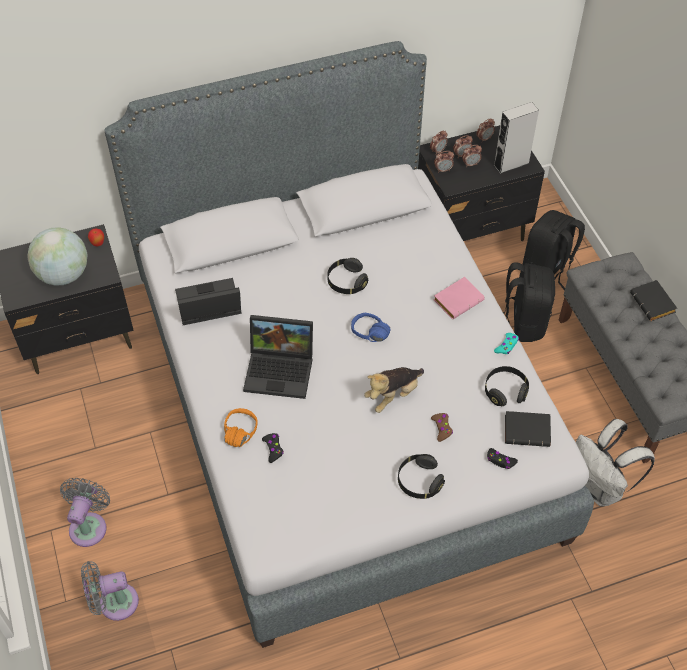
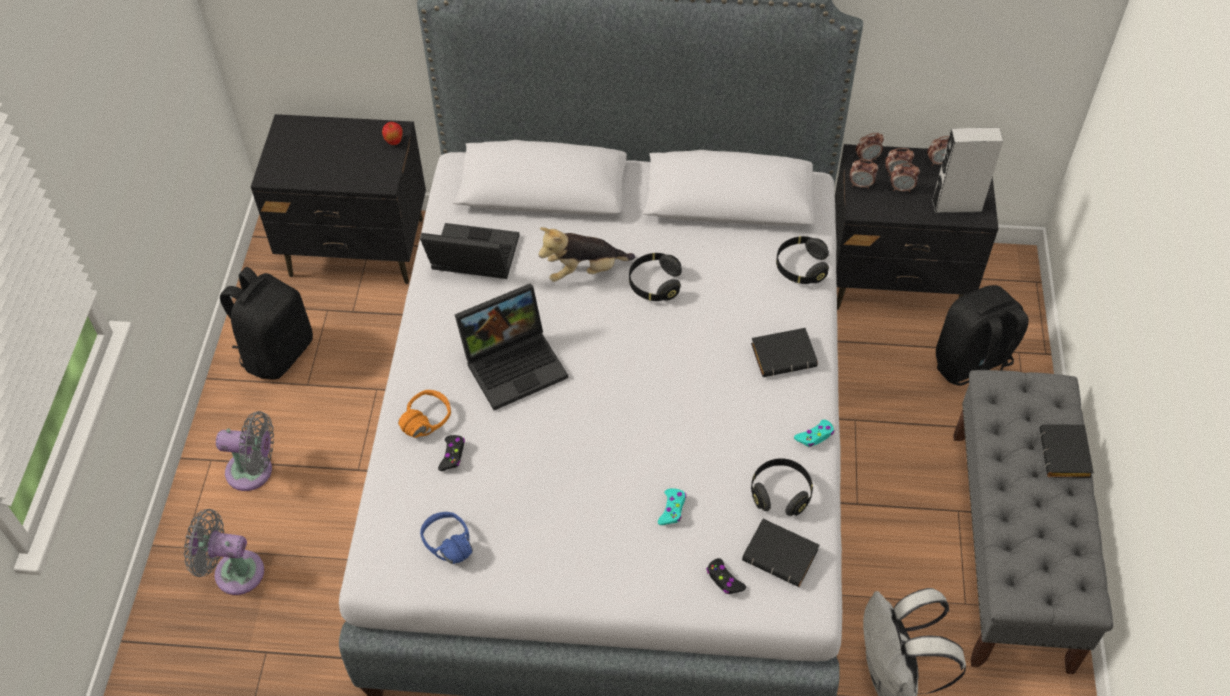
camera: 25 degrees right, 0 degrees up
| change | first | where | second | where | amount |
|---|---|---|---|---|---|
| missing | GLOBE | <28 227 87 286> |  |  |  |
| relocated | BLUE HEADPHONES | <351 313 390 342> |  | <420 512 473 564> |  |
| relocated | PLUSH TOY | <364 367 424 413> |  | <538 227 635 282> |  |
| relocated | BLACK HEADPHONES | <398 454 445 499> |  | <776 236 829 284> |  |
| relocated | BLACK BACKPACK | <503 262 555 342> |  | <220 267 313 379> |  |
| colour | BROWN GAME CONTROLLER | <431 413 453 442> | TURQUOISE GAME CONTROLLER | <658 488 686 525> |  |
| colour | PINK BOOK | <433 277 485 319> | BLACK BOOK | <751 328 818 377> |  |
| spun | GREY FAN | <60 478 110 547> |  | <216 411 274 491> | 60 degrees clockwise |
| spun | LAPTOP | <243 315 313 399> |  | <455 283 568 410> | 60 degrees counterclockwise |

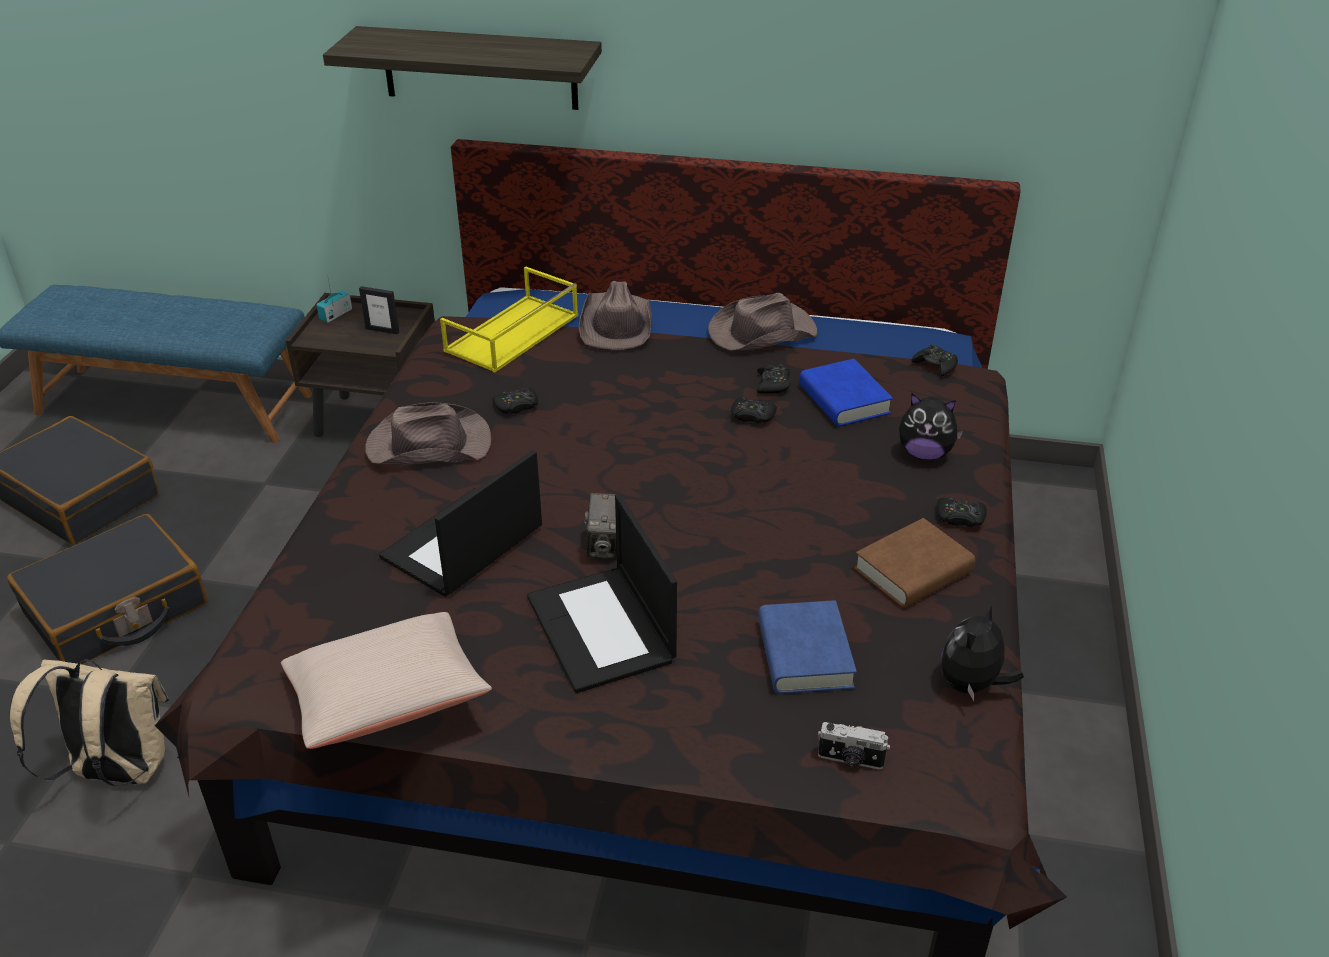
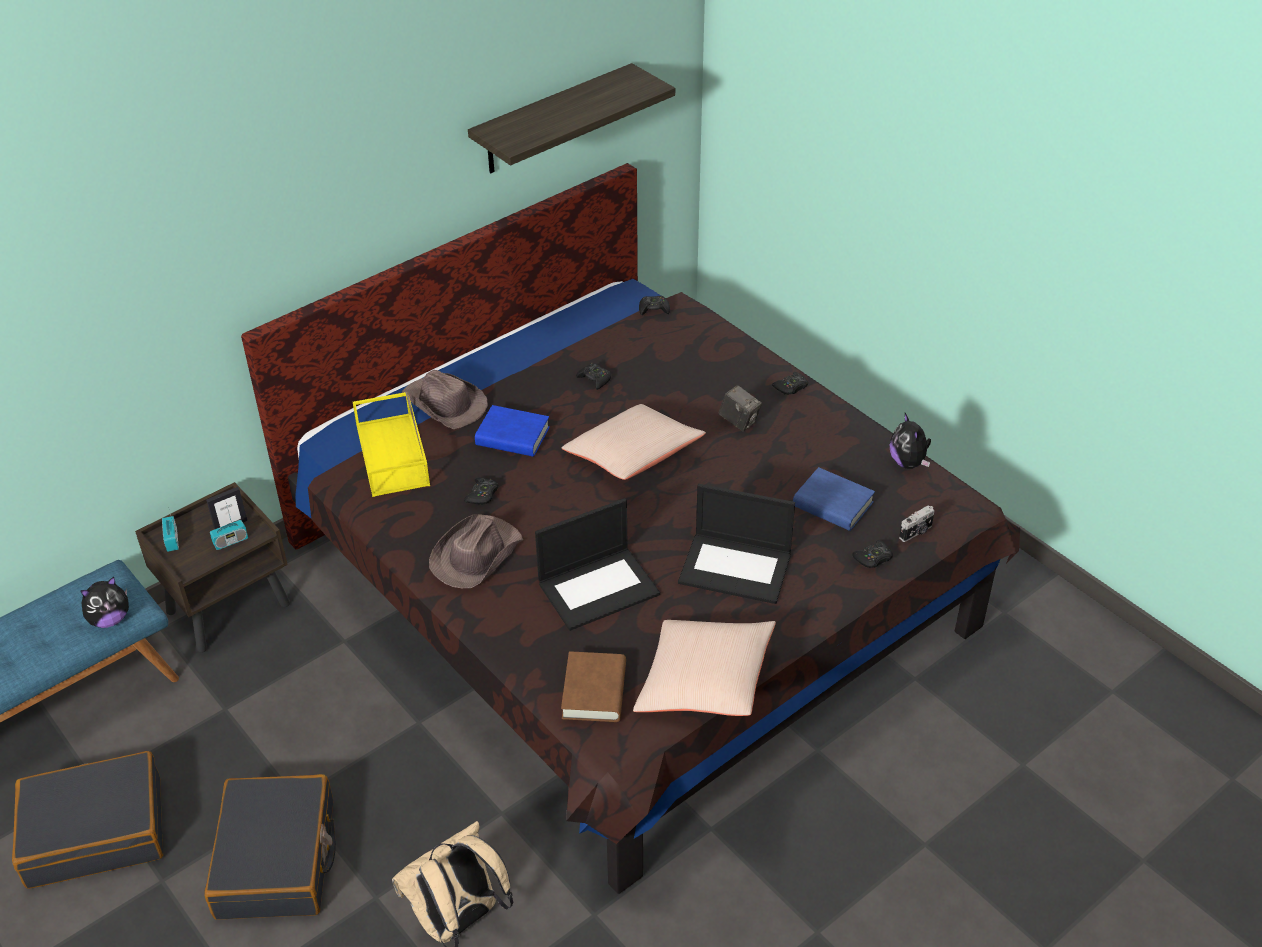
camera: 50 degrees left, 5 degrees up
| change | first | where | second | where | amount |
|---|---|---|---|---|---|
| missing | BROWN HAT | <708 293 817 350> |  |  |  |
| appeared |  |  | RADIO | <210 499 248 550> |  |
| appeared |  |  | BEIGE PILLOW | <562 404 706 480> |  |
| relocated | SHELF | <323 26 602 110> |  | <468 63 675 173> |  |
| relocated | PHOTO CAMERA | <584 493 617 559> |  | <718 385 762 431> |  |
| relocated | BLACK GAME CONTROLLER | <731 397 777 424> |  | <852 540 893 568> |  |
| relocated | BLUE BOOK | <799 359 893 426> |  | <475 405 550 457> |  |
| relocated | BROWN BOOK | <854 518 975 608> |  | <561 651 626 722> |  |
| relocated | PLUSH TOY | <899 393 964 460> |  | <80 577 129 628> |  |
| spun | LAPTOP | <379 450 542 597> |  | <535 498 660 631> | 105 degrees counterclockwise |

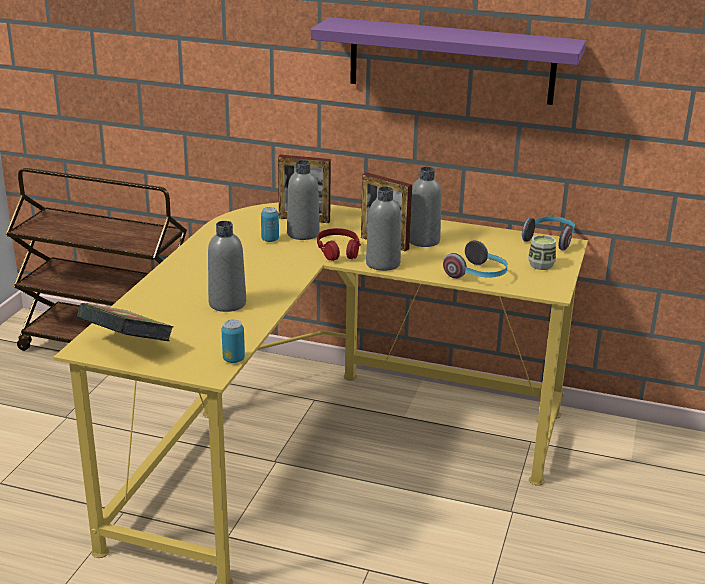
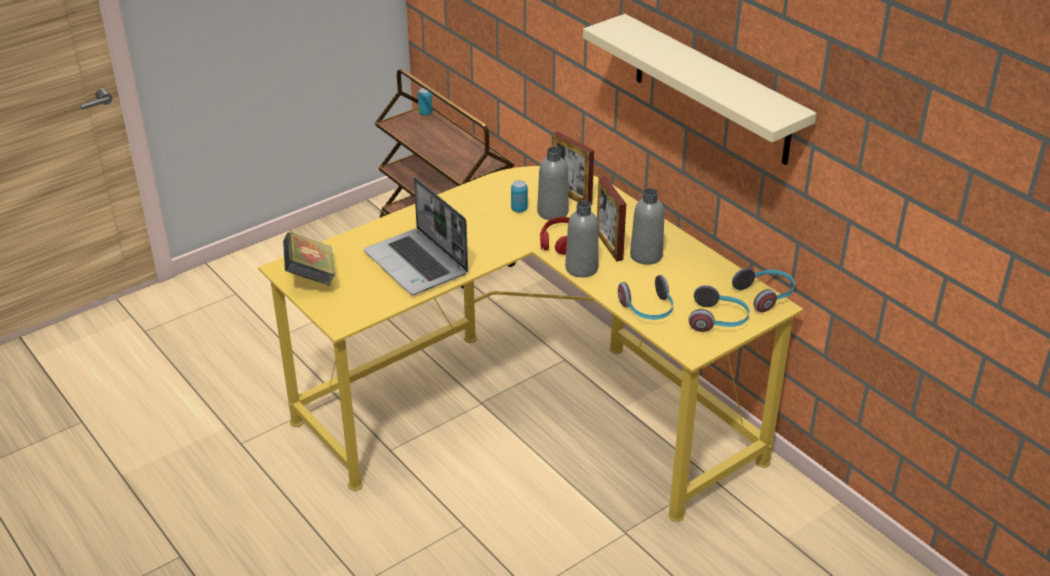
camera: 35 degrees right, 10 degrees up
| change | first | where | second | where | amount |
|---|---|---|---|---|---|
| relocated | CAN | <222 320 245 363> |  | <418 88 432 115> |  |
| exchanged | GREY BOTTLE | <208 221 246 312> | LAPTOP | <364 177 468 295> |  |
| exchanged | CUP | <528 235 556 270> | HEADPHONES | <688 285 749 332> |  |
| colour | PURPLE SHELF | <311 17 586 105> | BEIGE SHELF | <583 14 817 165> |  |

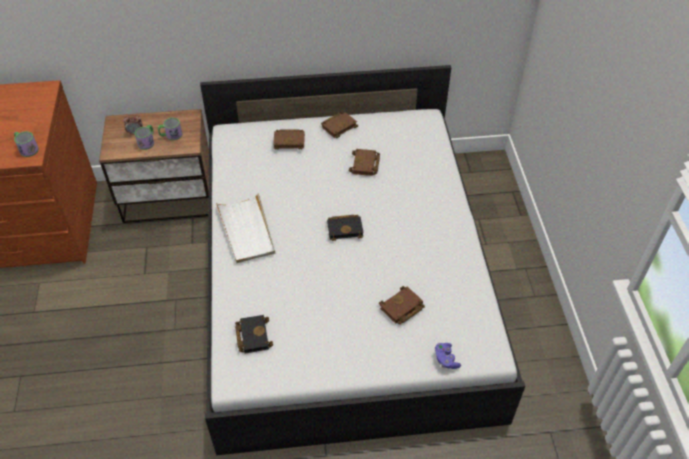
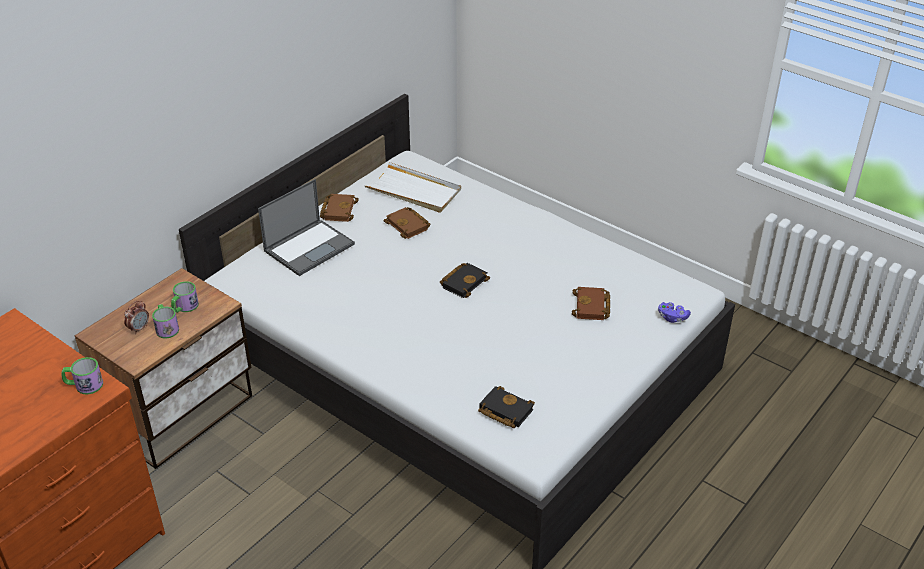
camera: 45 degrees left, 10 degrees down
| change | first | where | second | where | amount |
|---|---|---|---|---|---|
| relocated | WHITE TRAY | <216 193 275 263> |  | <364 162 461 213> |  |
| exchanged | BROWN BOOK | <273 129 305 150> | LAPTOP | <258 179 355 276> |  |

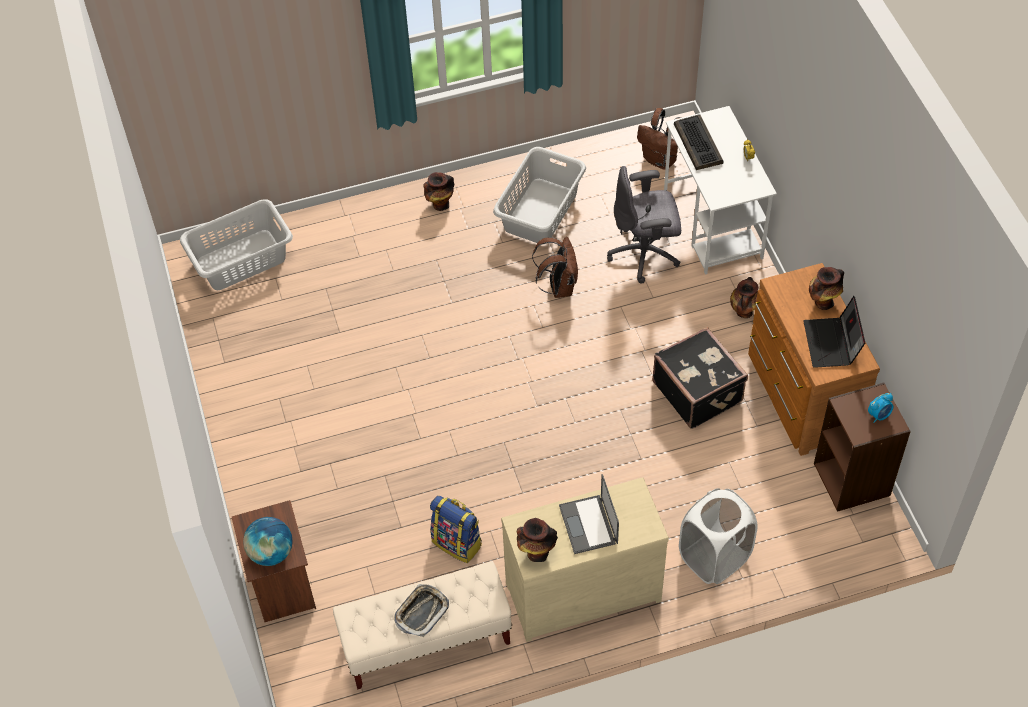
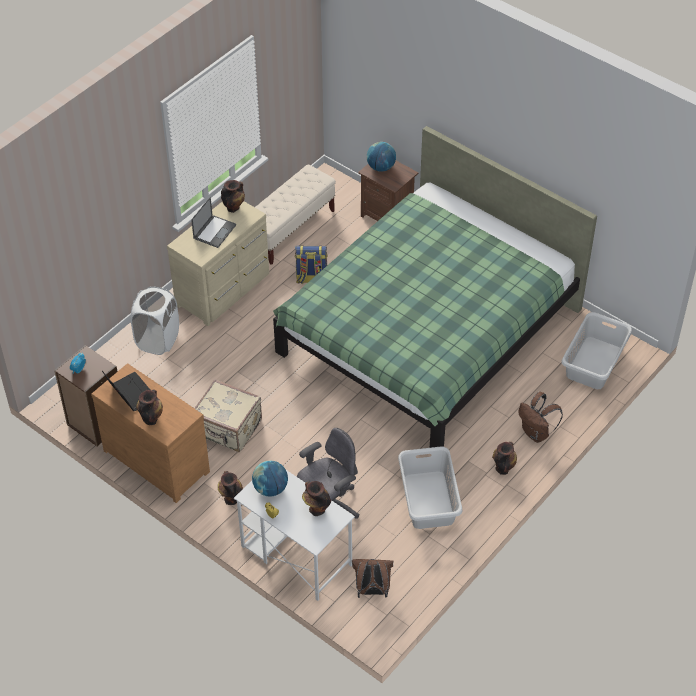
camera: 145 degrees right, 5 degrees down
| change | first | where | second | where | amount |
|---|---|---|---|---|---|
| missing | TRAY | <394 584 449 637> |  |  |  |
| appeared |  |  | GLOBE | <252 460 288 497> |  |
| appeared |  |  | GREEN BED | <273 126 597 448> |  |
| relocated | BROWN BACKPACK | <532 237 578 298> |  | <518 392 563 443> |  |
| exchanged | KEYBOARD | <674 115 724 170> | VASE | <302 481 331 516> |  |
| colour | BLACK SUITCASE | <652 327 748 429> | BEIGE SUITCASE | <195 379 262 452> |  |
| spun | LAPTOP | <559 474 619 554> |  | <191 197 236 248> | 75 degrees clockwise |

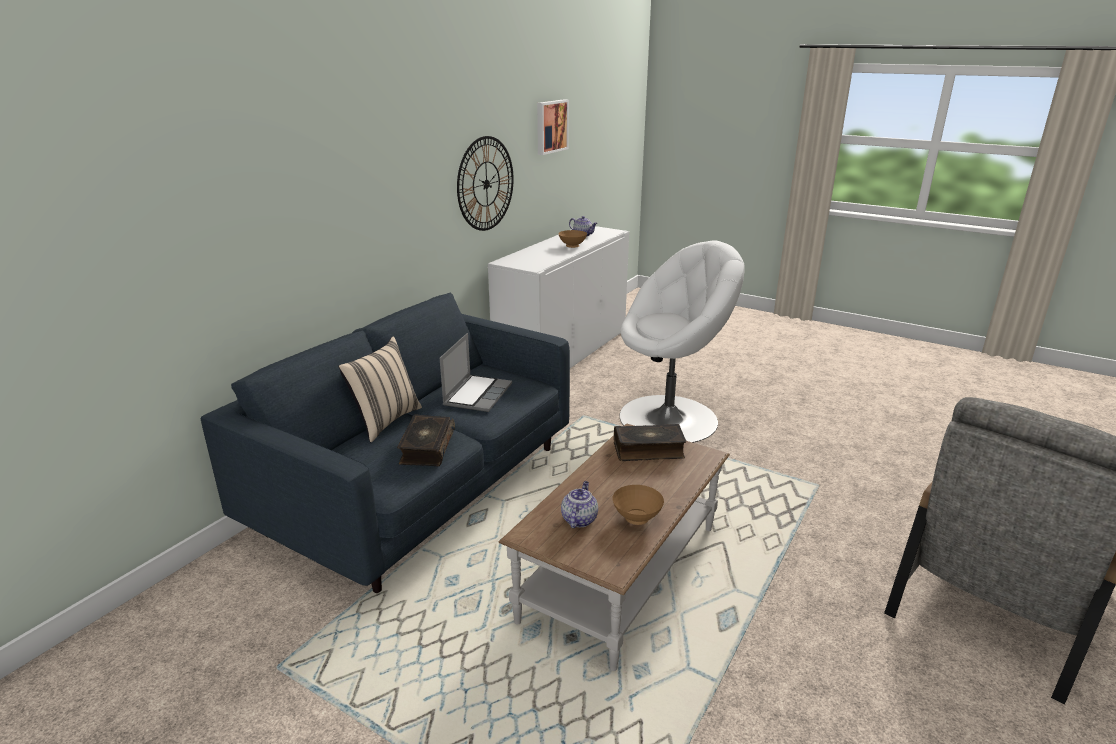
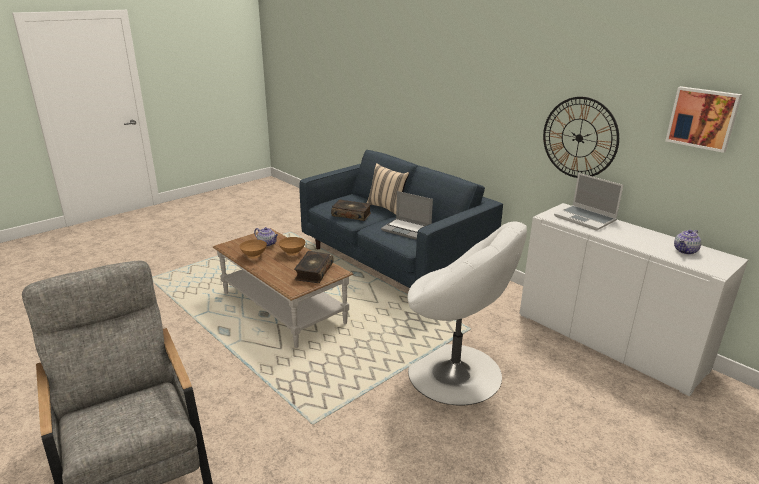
camera: 105 degrees right, 0 degrees up
| change | first | where | second | where | amount |
|---|---|---|---|---|---|
| appeared |  |  | LAPTOP | <554 173 623 231> |  |
| relocated | BROWN BOWL | <558 230 587 248> |  | <279 237 305 256> |  |
| spun | WHITE ARMCHAIR | <620 240 745 443> |  | <408 221 527 406> | 60 degrees counterclockwise |

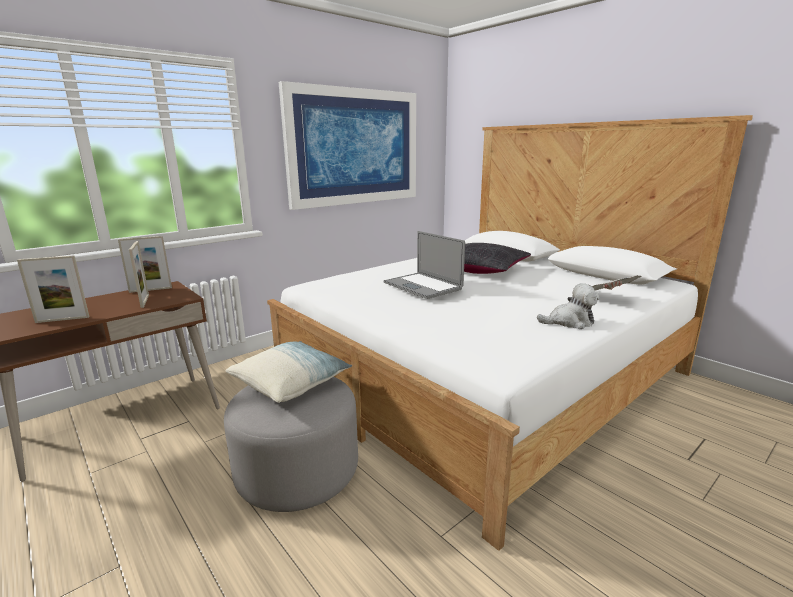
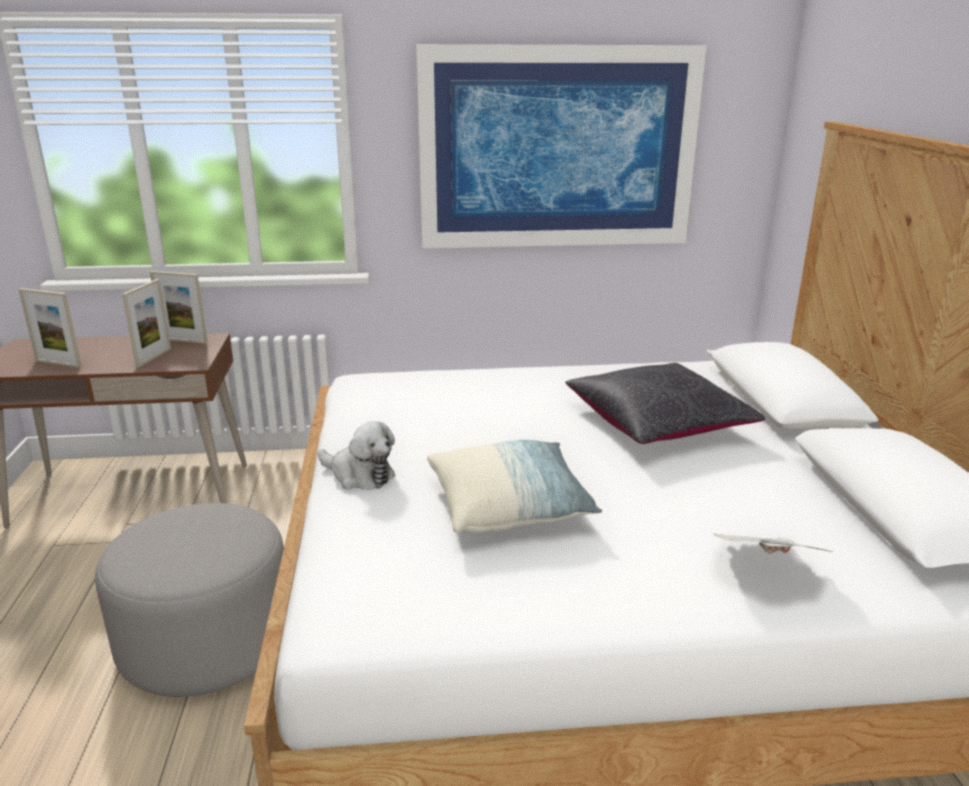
camera: 35 degrees right, 5 degrees up
| change | first | where | second | where | amount |
|---|---|---|---|---|---|
| missing | LAPTOP | <384 231 465 299> |  |  |  |
| relocated | PILLOW | <226 341 352 403> |  | <427 440 602 534> |  |
| relocated | PLUSH TOY | <537 283 599 329> |  | <318 421 395 490> |  |

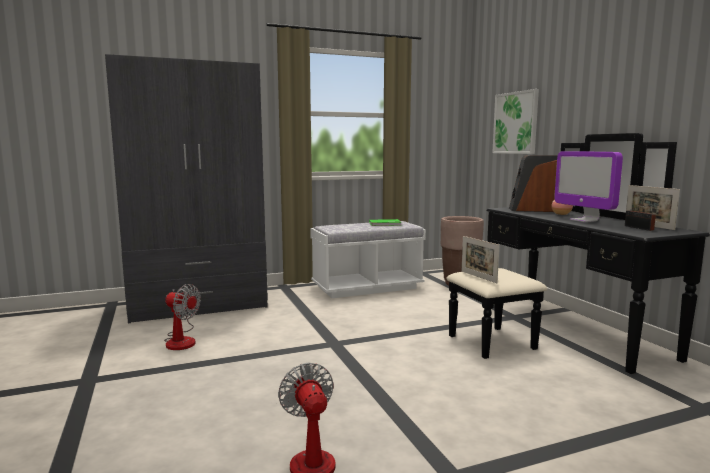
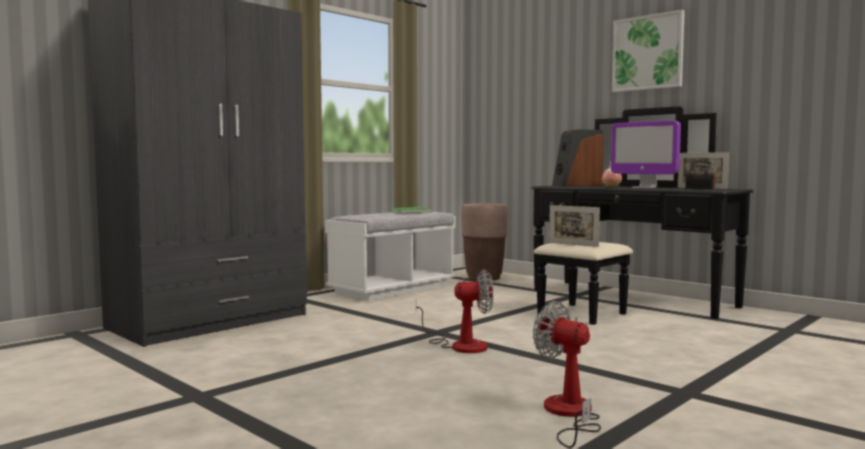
camera: 25 degrees left, 5 degrees down
| change | first | where | second | where | amount |
|---|---|---|---|---|---|
| relocated | FAN | <164 284 201 350> |  | <416 269 493 353> |  |
| relocated | PICTURE | <492 89 539 154> |  | <612 10 685 92> |  |

